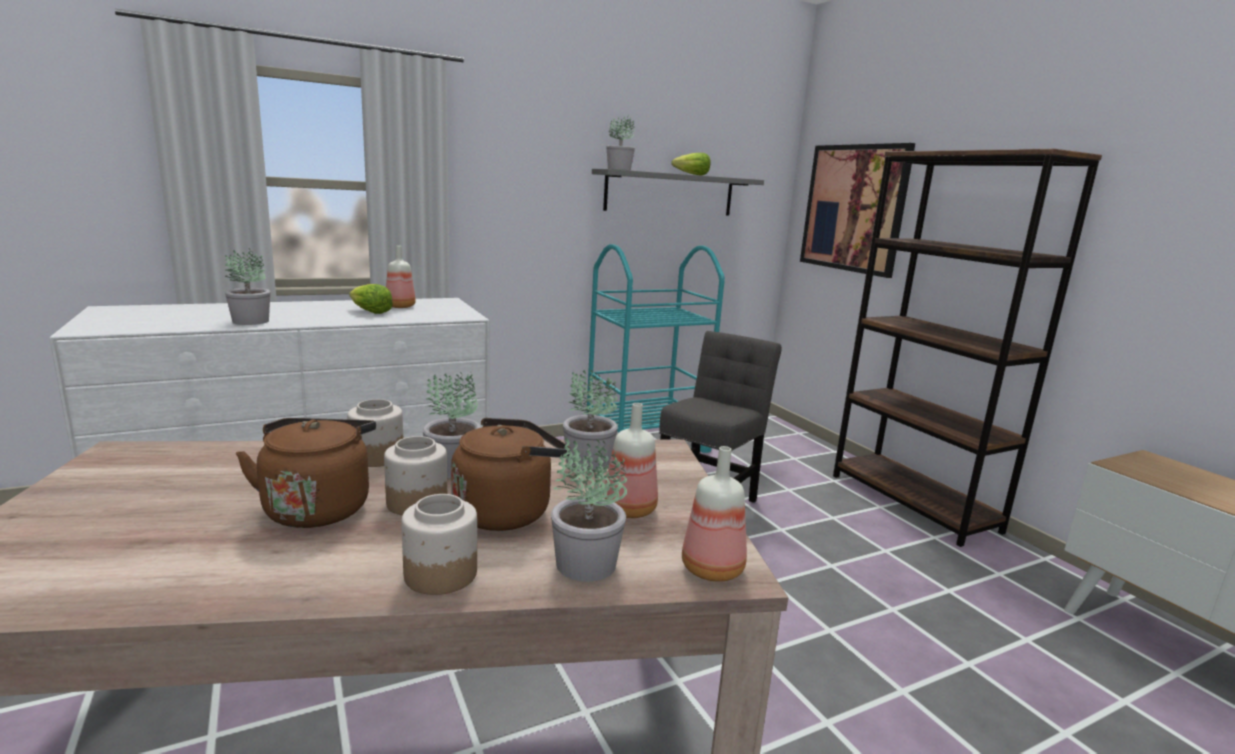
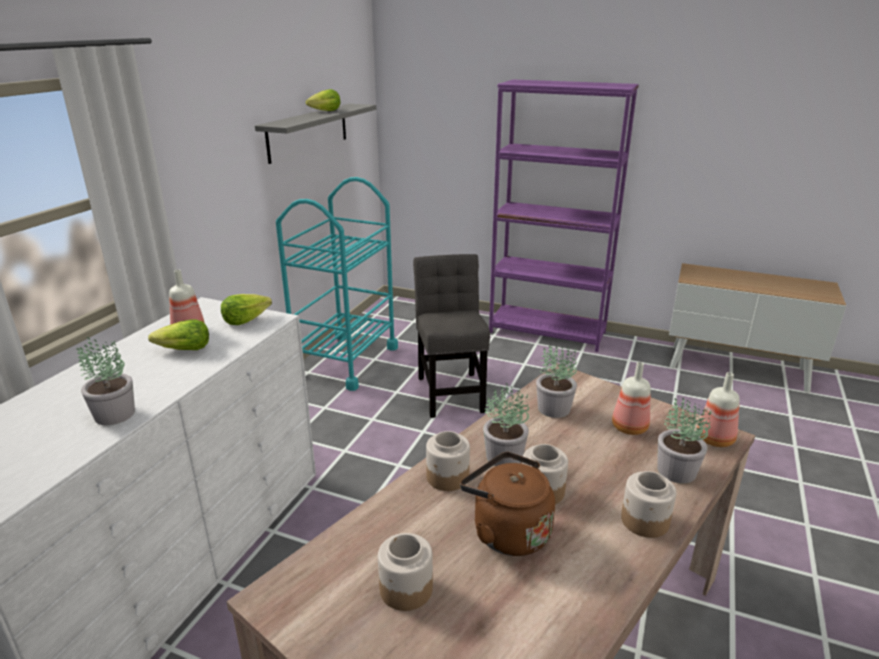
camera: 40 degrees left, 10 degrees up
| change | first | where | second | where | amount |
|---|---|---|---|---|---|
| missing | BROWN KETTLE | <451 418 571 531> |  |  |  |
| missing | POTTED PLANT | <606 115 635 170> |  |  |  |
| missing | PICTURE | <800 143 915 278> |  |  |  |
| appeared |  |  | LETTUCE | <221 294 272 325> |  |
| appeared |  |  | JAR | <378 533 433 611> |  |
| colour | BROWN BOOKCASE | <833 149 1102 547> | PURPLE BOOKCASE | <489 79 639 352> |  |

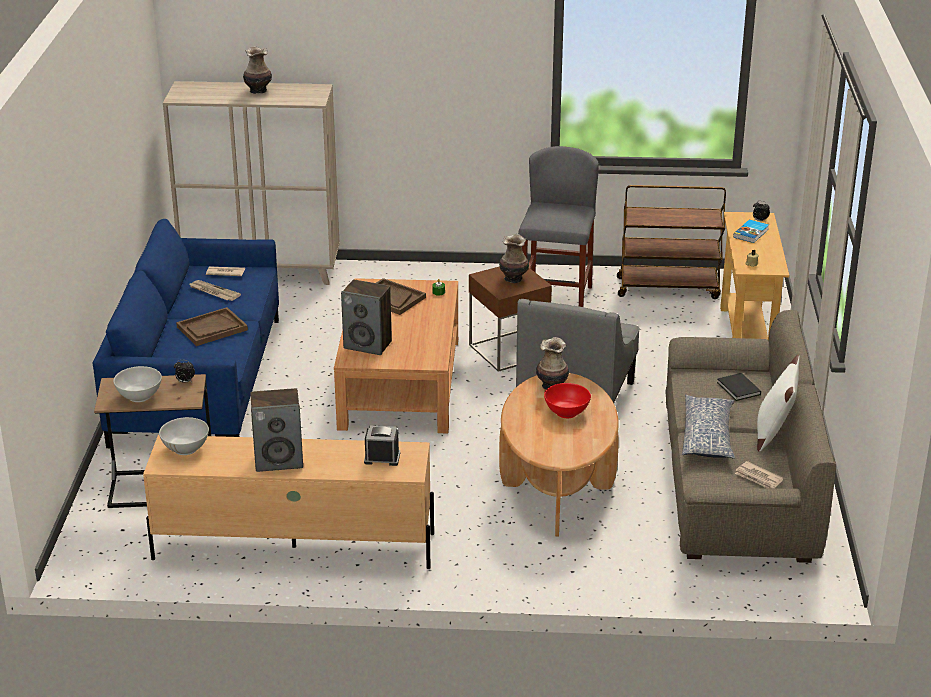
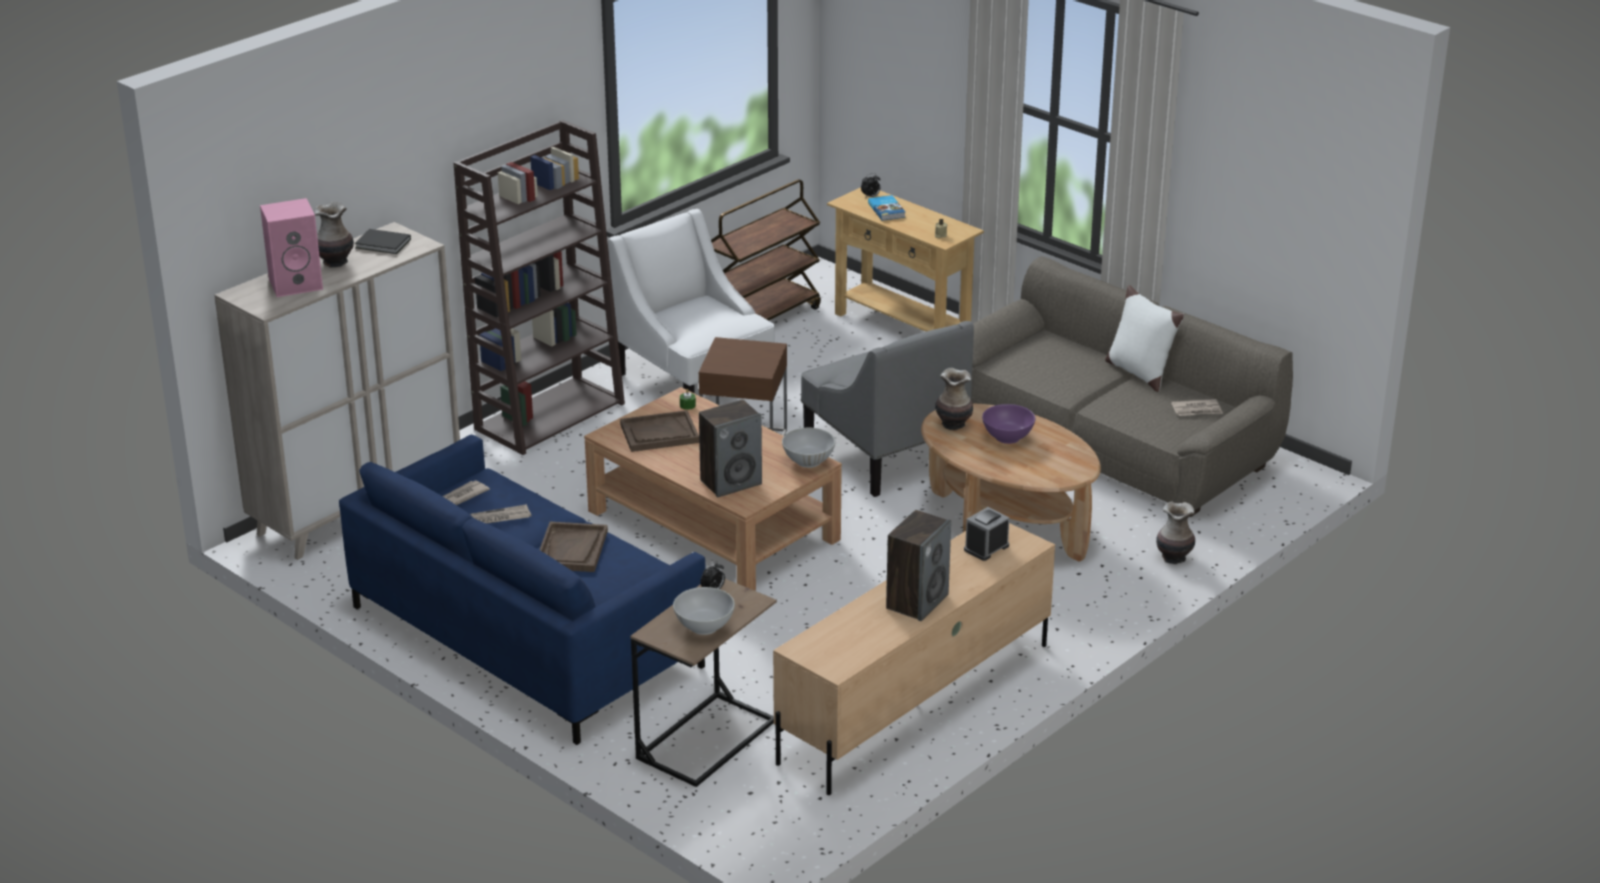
camera: 50 degrees left, 0 degrees up
| change | first | where | second | where | amount |
|---|---|---|---|---|---|
| missing | PILLOW | <682 395 735 458> |  |  |  |
| appeared |  |  | PINK SPEAKER | <260 198 323 297> |  |
| appeared |  |  | BROWN BOOKCASE | <454 120 625 455> |  |
| relocated | WHITE BOWL | <159 417 209 455> |  | <782 428 836 468> |  |
| relocated | VASE | <499 234 529 283> |  | <1156 501 1195 564> |  |
| relocated | BLACK BOOK | <717 373 761 401> |  | <355 229 411 254> |  |
| exchanged | GREY STOOL | <518 146 599 307> | WHITE ARMCHAIR | <608 209 775 393> |  |
| colour | RED BOWL | <544 383 591 418> | PURPLE BOWL | <982 404 1035 444> |  |

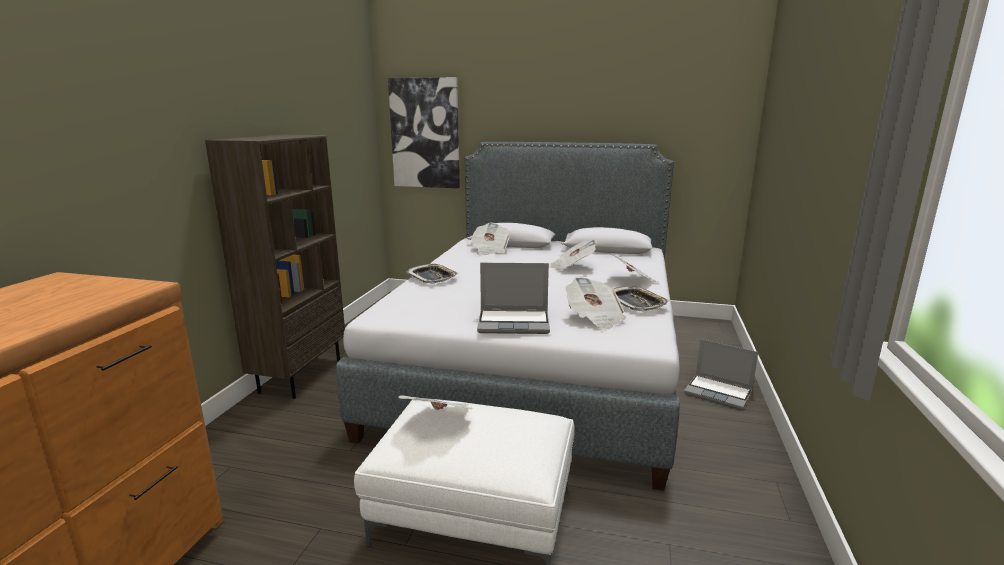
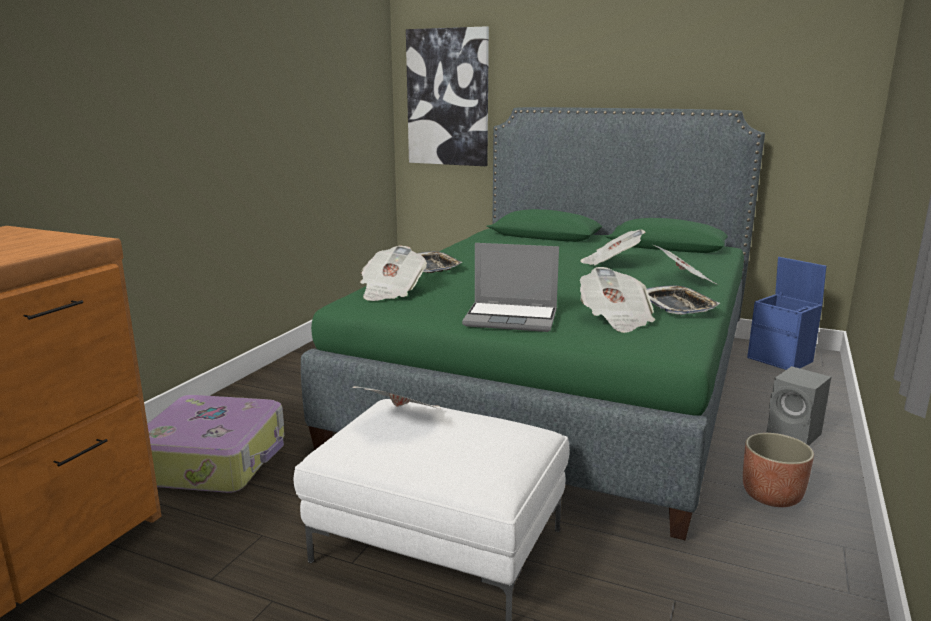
camera: 10 degrees right, 0 degrees up
| change | first | where | second | where | amount |
|---|---|---|---|---|---|
| missing | BROWN BOOKCASE | <205 135 345 399> |  |  |  |
| appeared |  |  | SUITCASE | <147 395 284 493> |  |
| appeared |  |  | PLANTER | <743 433 814 507> |  |
| appeared |  |  | BLUE STORAGE BOX | <747 257 826 370> |  |
| relocated | NEWSPAPER | <471 223 511 255> |  | <360 246 427 301> |  |
| exchanged | LAPTOP | <684 339 758 410> | GREY SPEAKER | <767 366 831 446> |  |
| colour | GREY BED | <336 142 680 491> | GREEN BED | <301 107 765 540> |  |

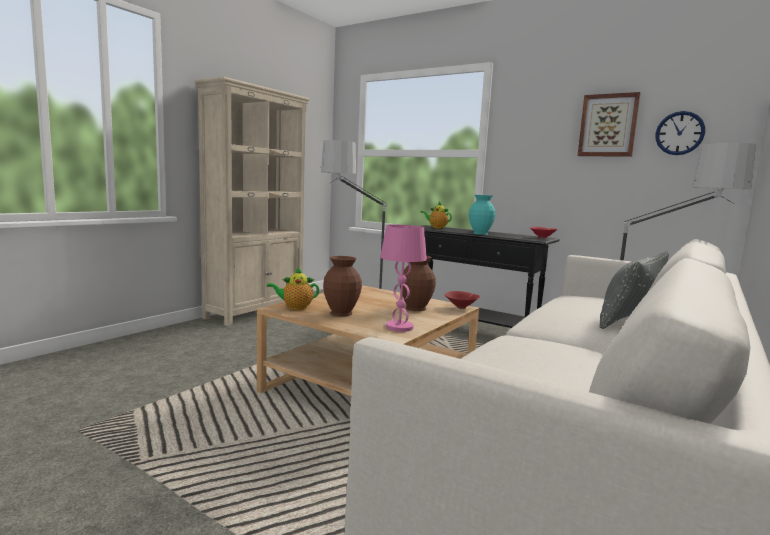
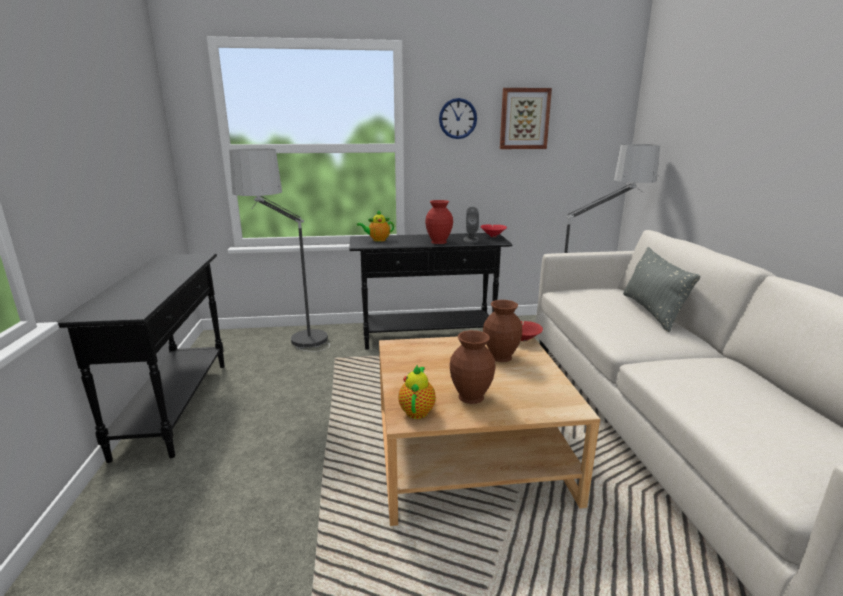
camera: 40 degrees left, 10 degrees up
| change | first | where | second | where | amount |
|---|---|---|---|---|---|
| missing | PINK TABLE LAMP | <380 225 427 332> |  |  |  |
| appeared |  |  | GREY SPEAKER | <463 207 479 243> |  |
| relocated | WALL CLOCK | <655 111 705 155> |  | <439 98 477 139> |  |
| exchanged | BEIGE BOOKCASE | <195 77 310 326> | BLACK CONSOLE TABLE | <57 253 225 463> |  |
| colour | TURQUOISE VASE | <469 195 495 235> | RED VASE | <425 200 453 244> |  |
| spun | TEAPOT | <267 267 319 310> |  | <398 364 436 419> | 150 degrees clockwise |

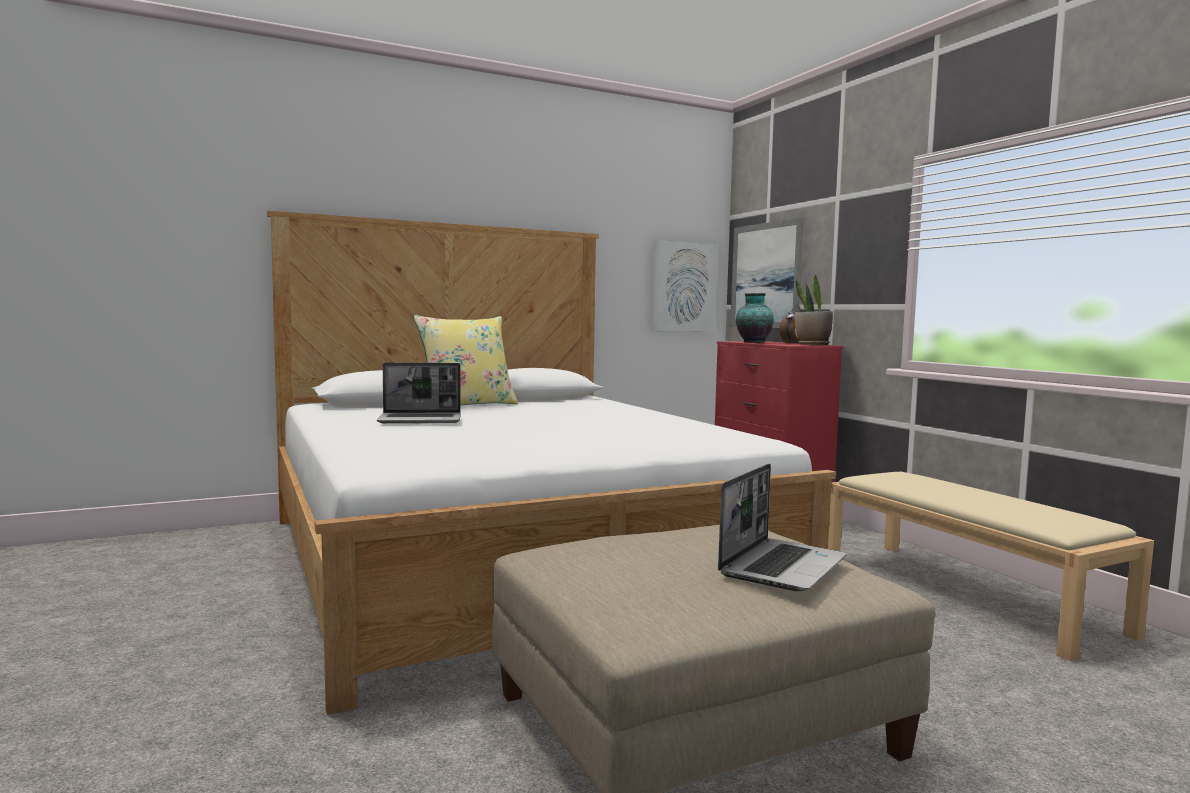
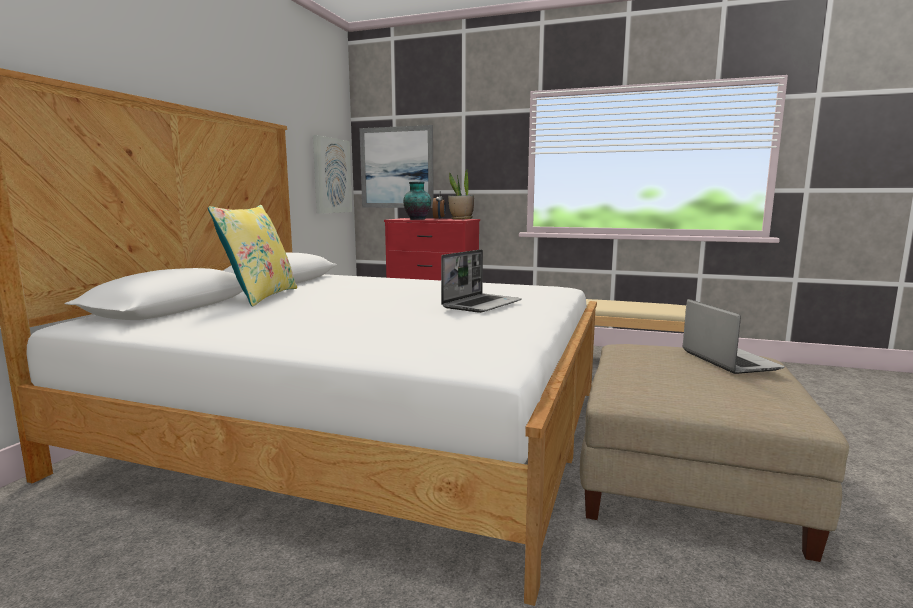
camera: 45 degrees left, 5 degrees up
| change | first | where | second | where | amount |
|---|---|---|---|---|---|
| relocated | LAPTOP | <377 362 461 423> |  | <441 249 522 313> |  |

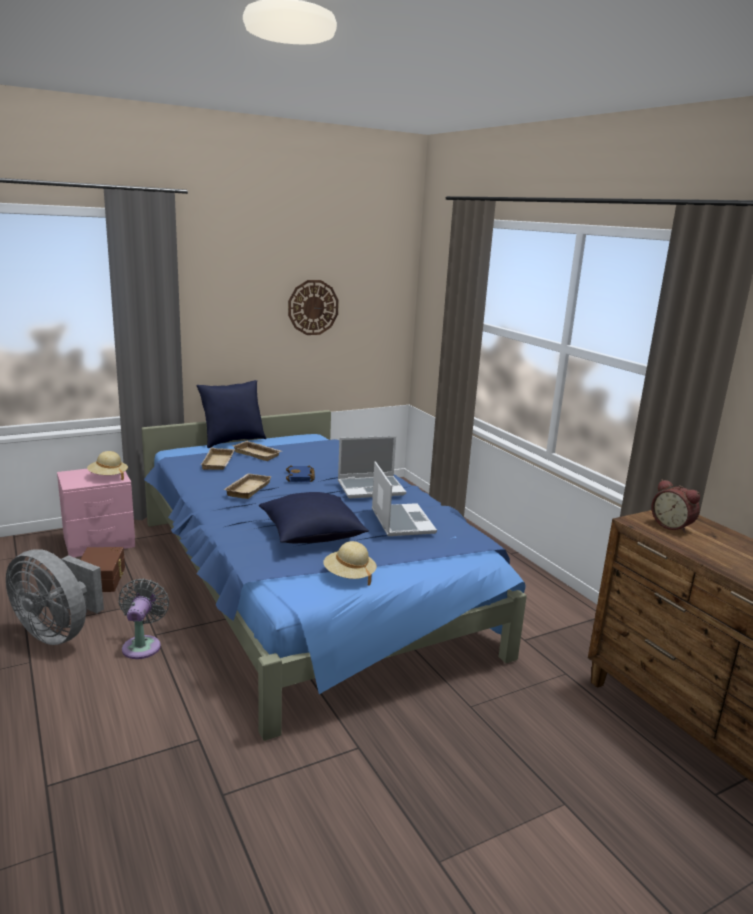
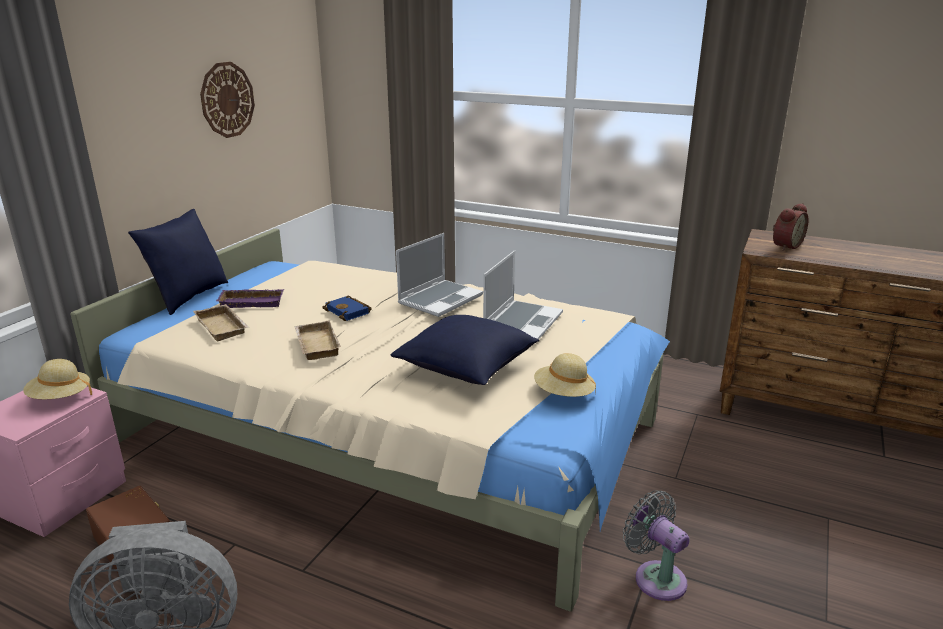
camera: 35 degrees left, 5 degrees up
| change | first | where | second | where | amount |
|---|---|---|---|---|---|
| relocated | GREY FAN | <119 578 169 659> |  | <623 490 690 601> |  |
| colour | BLUE BED | <142 410 527 741> | BEIGE BED | <70 228 670 612> |  |
| colour | BEIGE TRAY | <232 441 282 461> | PURPLE TRAY | <216 289 284 308> |  |
| spun | LAPTOP | <372 461 437 536> |  | <483 251 563 339> | 75 degrees clockwise |
| spun | ALARM CLOCK | <651 479 700 533> |  | <773 203 809 251> | 60 degrees counterclockwise |

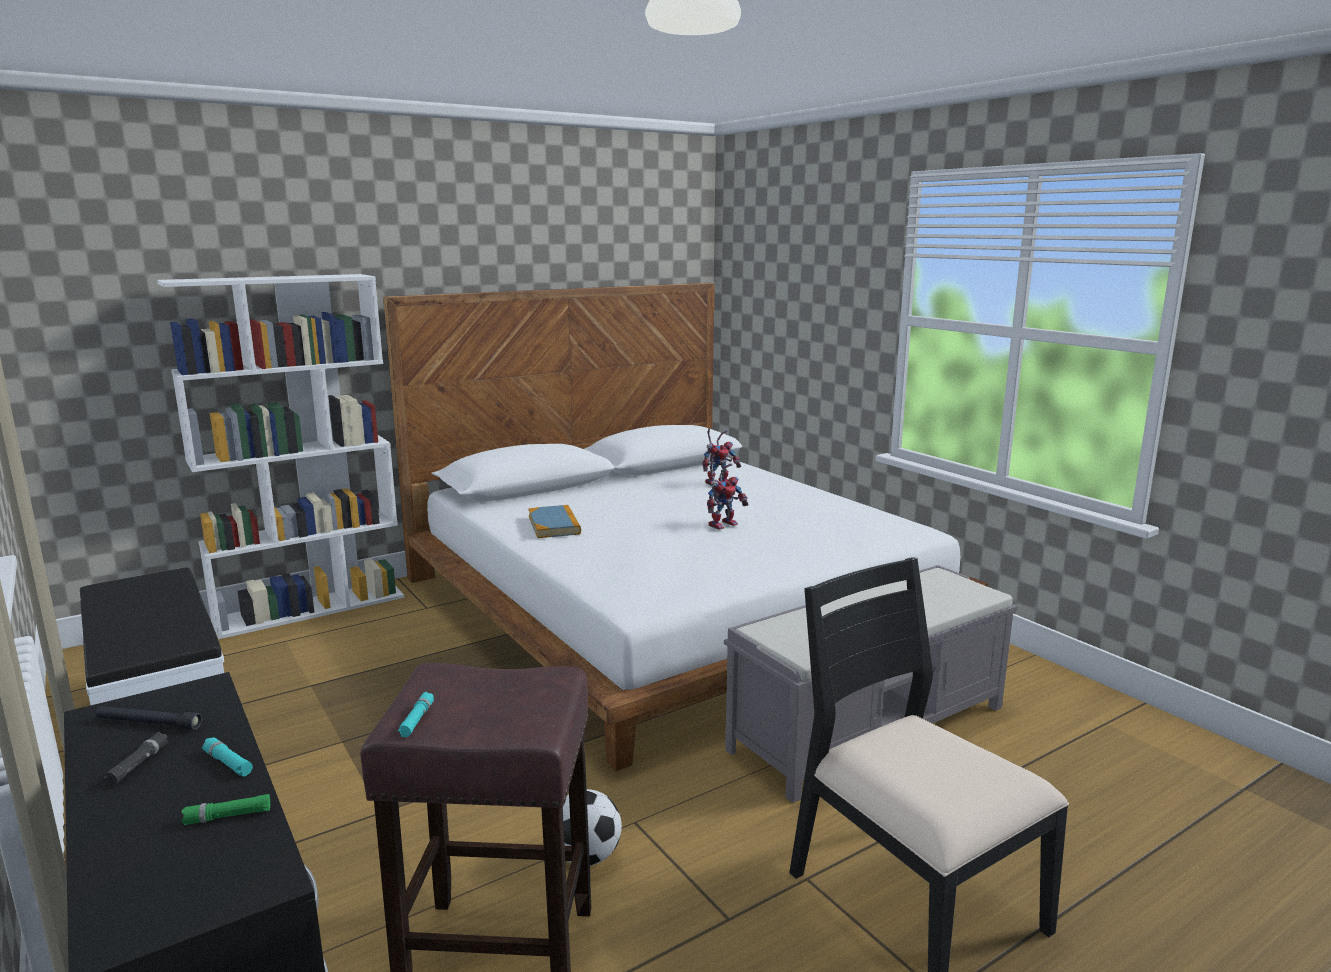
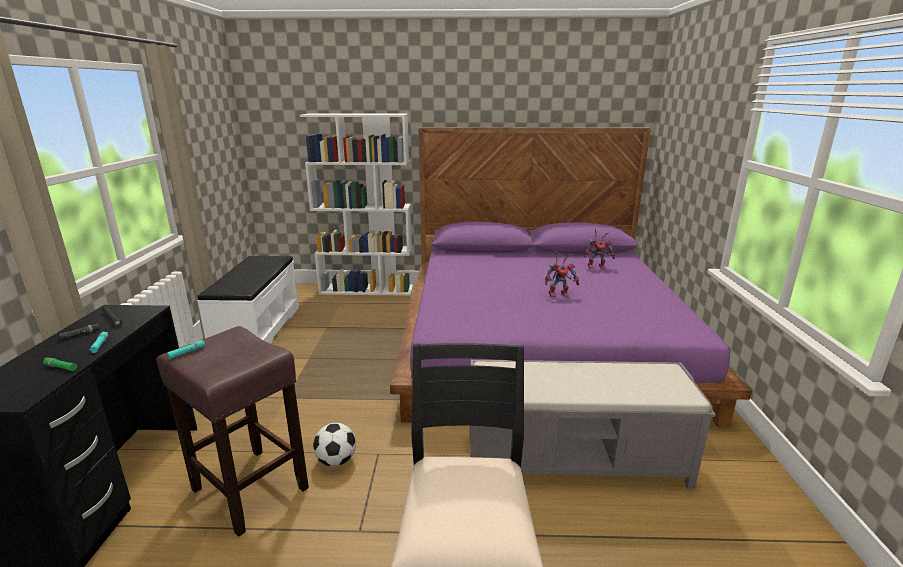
camera: 35 degrees right, 5 degrees up
| change | first | where | second | where | amount |
|---|---|---|---|---|---|
| missing | BOOK | <528 505 581 538> |  |  |  |
| colour | WHITE BED | <383 283 988 771> | PURPLE BED | <390 127 752 428> |  |

